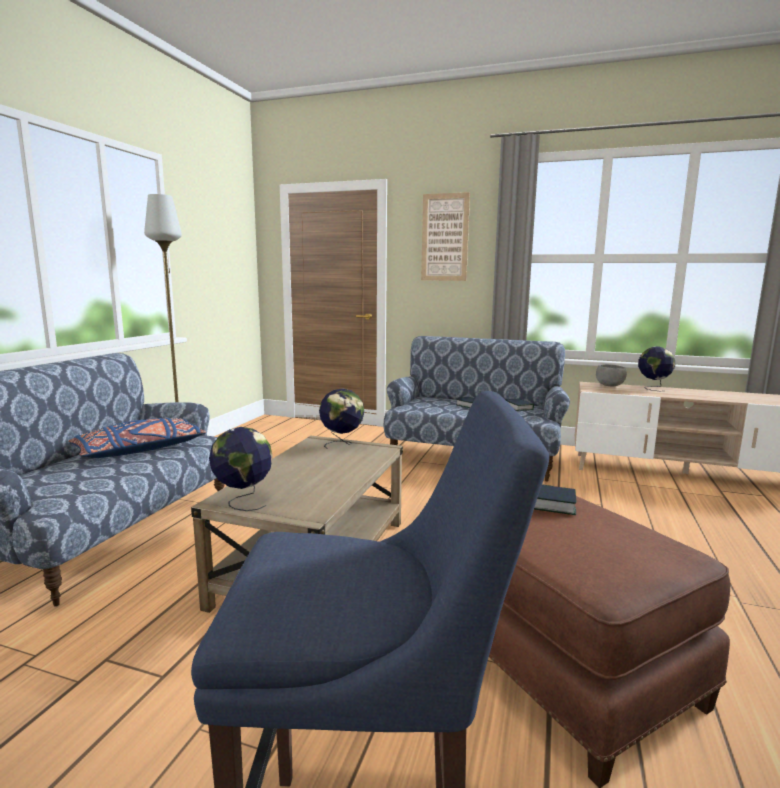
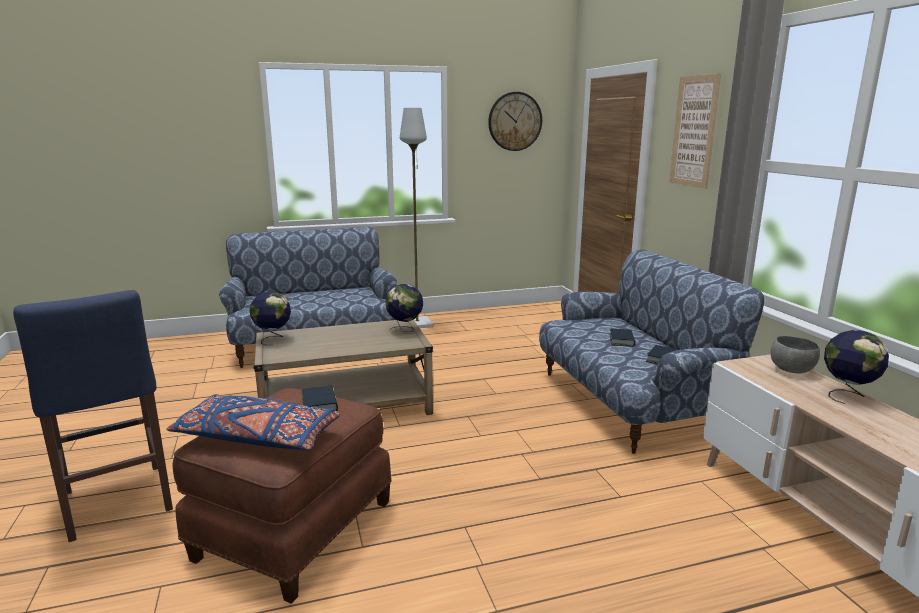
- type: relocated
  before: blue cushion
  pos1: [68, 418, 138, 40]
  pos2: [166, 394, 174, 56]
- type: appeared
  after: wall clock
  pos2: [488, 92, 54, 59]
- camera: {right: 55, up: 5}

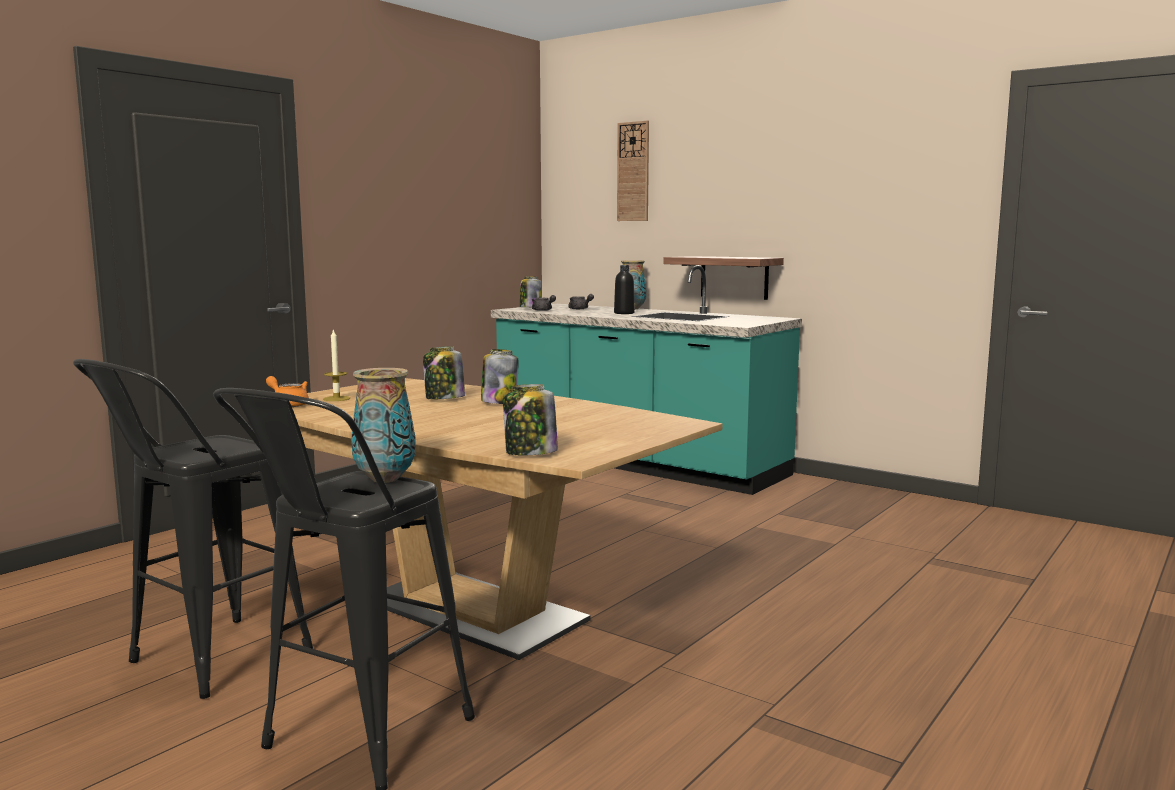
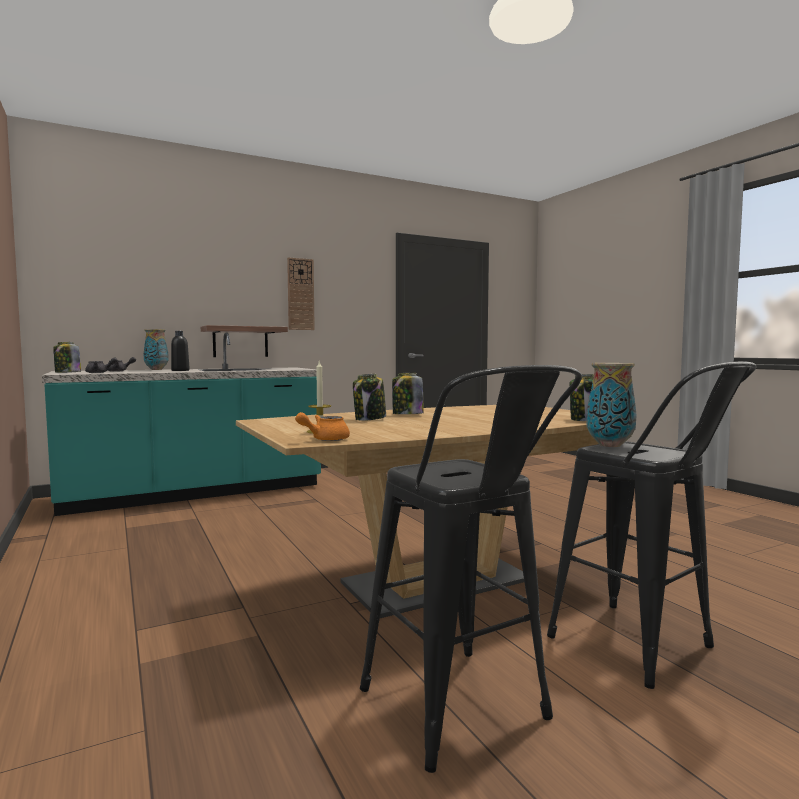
- type: relocated
  before: wall clock
  pos1: [617, 120, 32, 101]
  pos2: [287, 257, 28, 73]
- camera: {right: -65, up: -5}

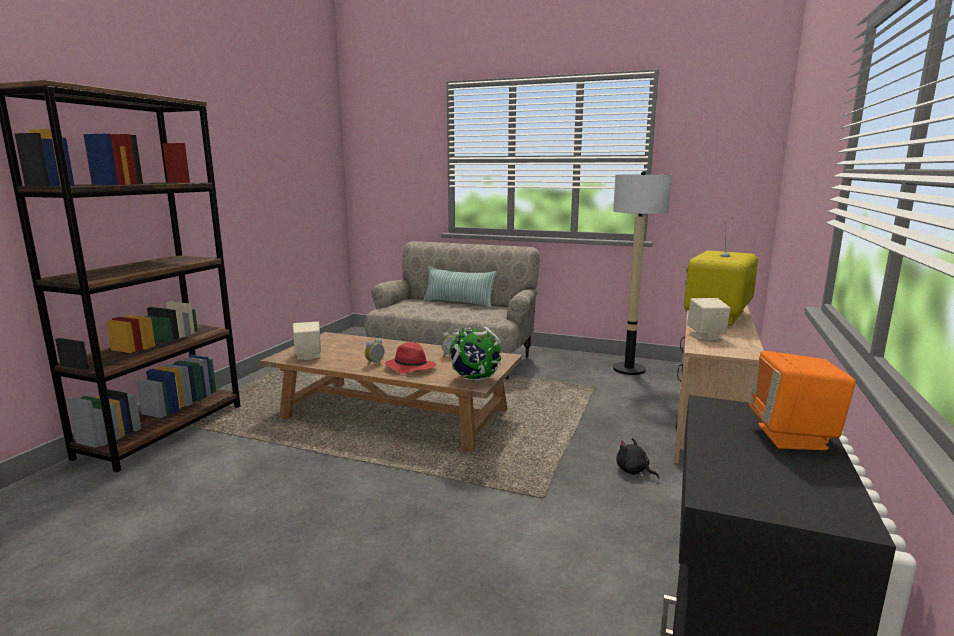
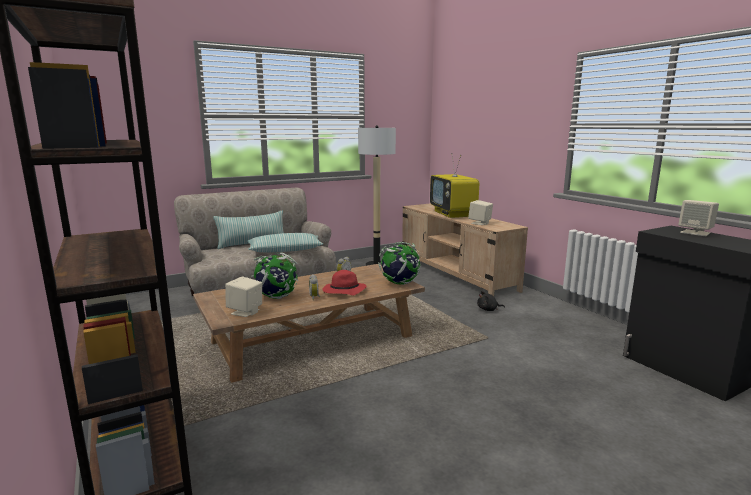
- type: appeared
  after: cushion
  pos2: [247, 233, 76, 20]
- type: appeared
  after: globe
  pos2: [252, 253, 46, 46]
- type: colour
  before: orange-coloured loudspeaker
  after: beige-coloured loudspeaker
  pos1: [749, 351, 107, 99]
  pos2: [678, 200, 41, 36]
- camera: {right: -50, up: 0}

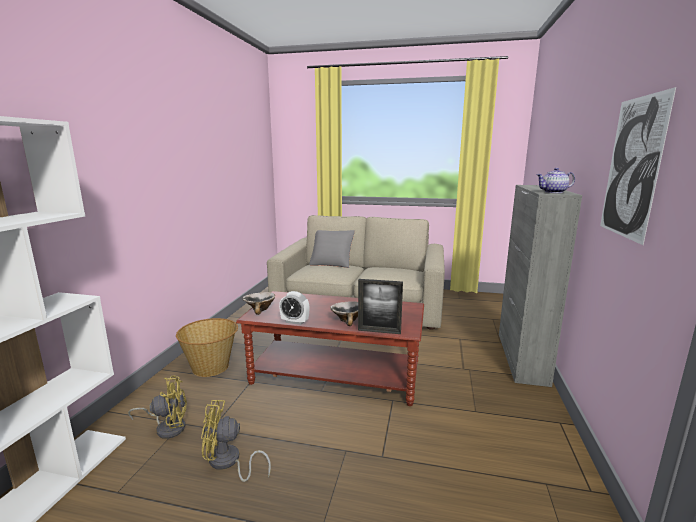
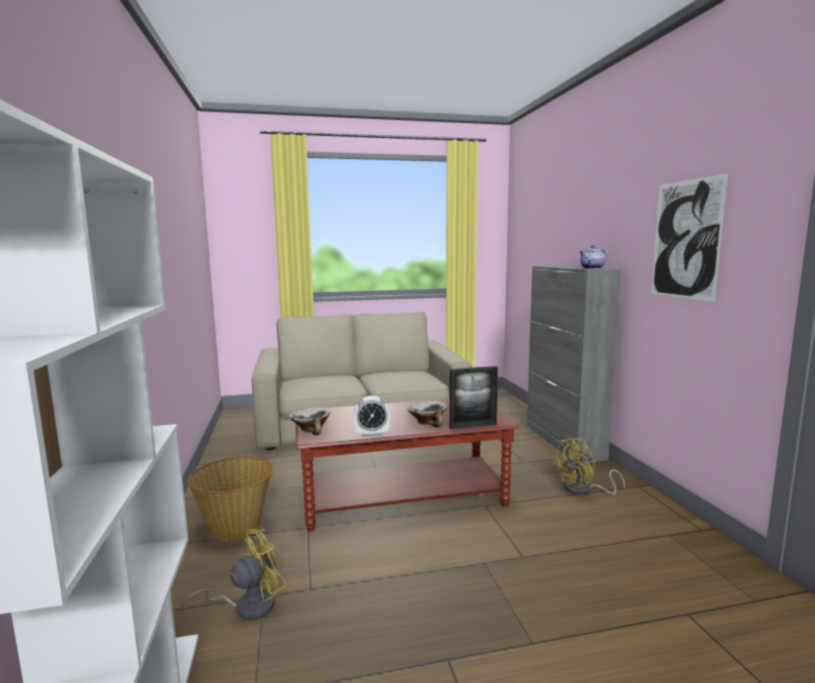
- type: relocated
  before: yellow-coloured cooling fan
  pos1: [201, 400, 70, 82]
  pos2: [553, 438, 72, 57]
- type: missing
  before: grey cushion
  pos1: [309, 230, 46, 38]
- camera: {right: -25, up: -5}

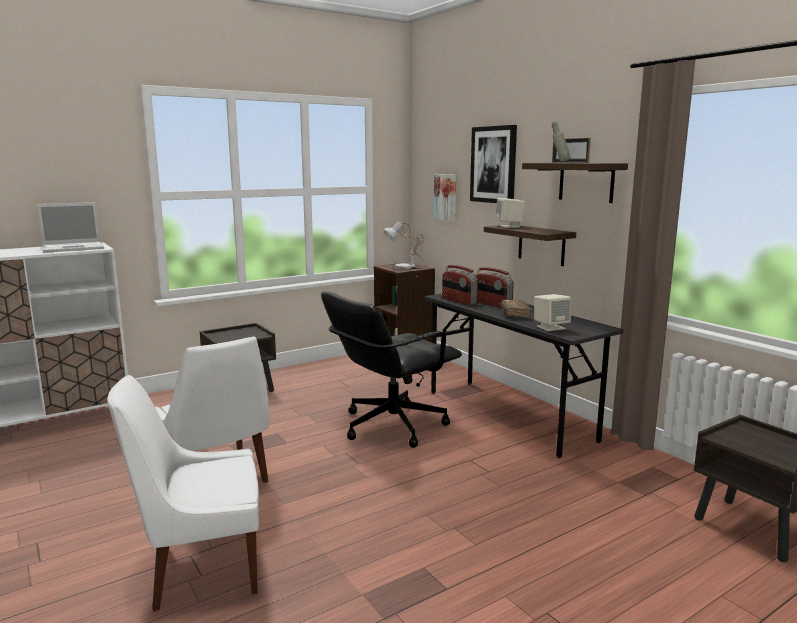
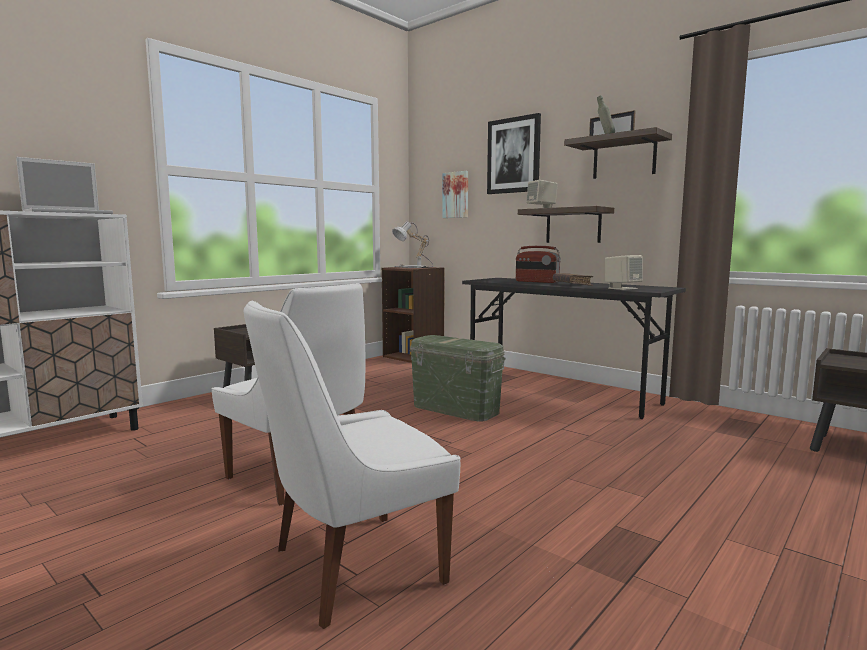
- type: exchanged
  before: black-coloured computer chair
  after: green storage box
  pos1: [321, 291, 141, 157]
  pos2: [410, 335, 96, 87]
- type: missing
  before: radio
  pos1: [442, 265, 36, 40]
- camera: {right: -15, up: -5}

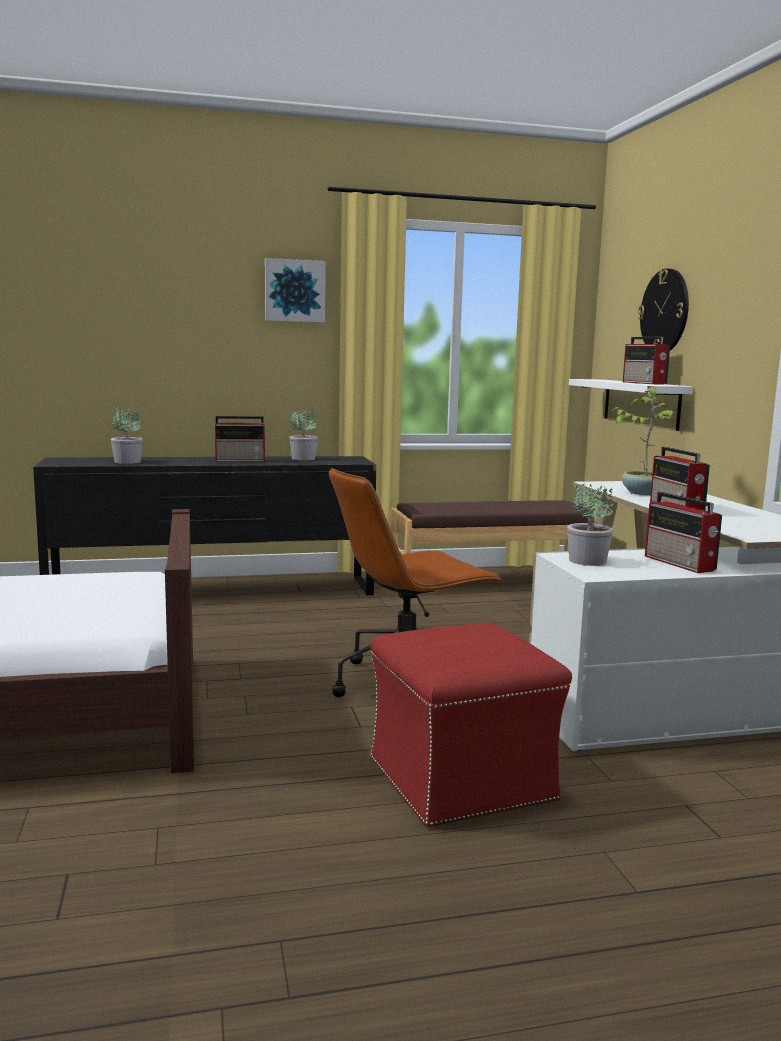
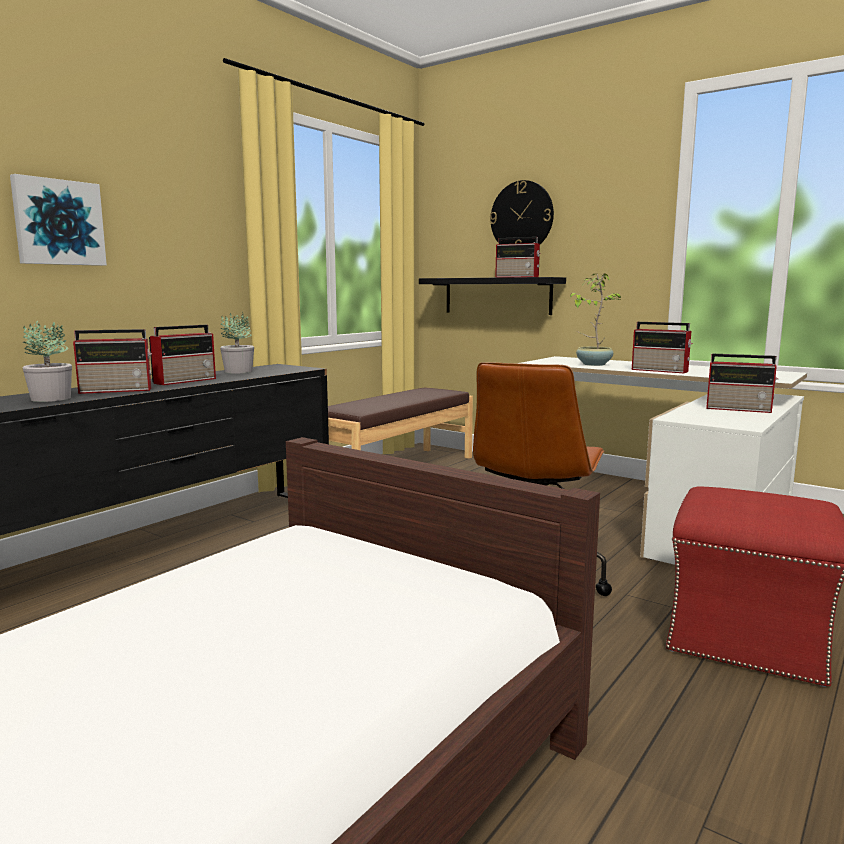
- type: relocated
  before: wall art
  pos1: [265, 258, 61, 65]
  pos2: [10, 174, 97, 92]
- type: appeared
  after: radio
  pos2: [73, 329, 79, 65]
- type: colour
  before: white-coloured wall shelf
  after: black-coloured wall shelf
  pos1: [569, 379, 124, 52]
  pos2: [419, 277, 147, 38]
- type: missing
  before: potted plant
  pos1: [567, 483, 46, 83]
- camera: {right: -40, up: 0}

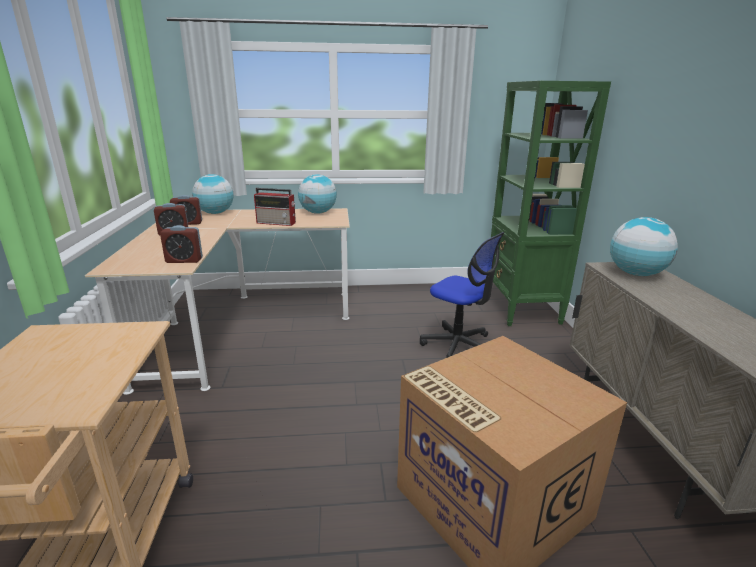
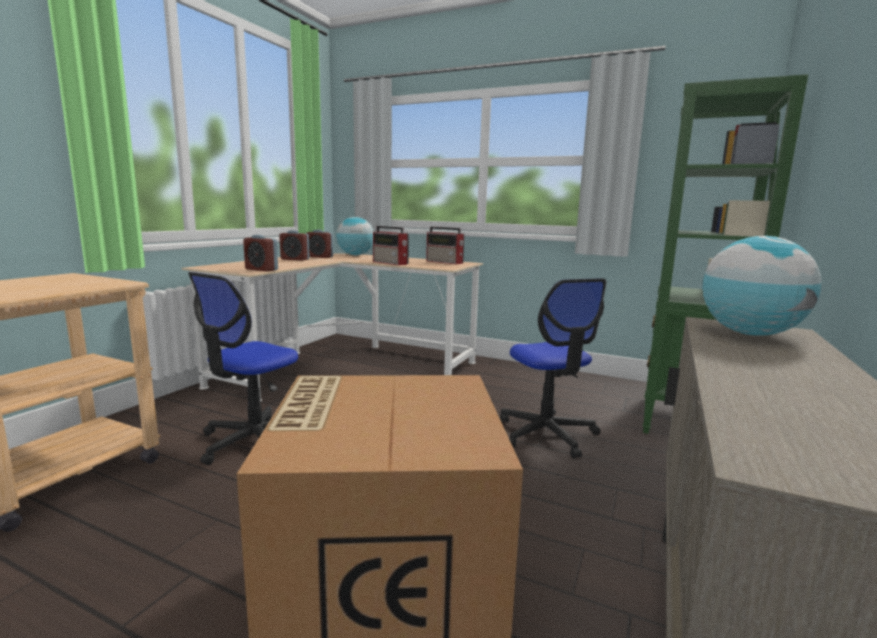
- type: appeared
  after: computer chair
  pos2: [188, 272, 110, 193]
- type: exchanged
  before: globe
  after: radio
  pos1: [298, 174, 39, 40]
  pos2: [426, 227, 38, 37]
- camera: {right: 30, up: -10}

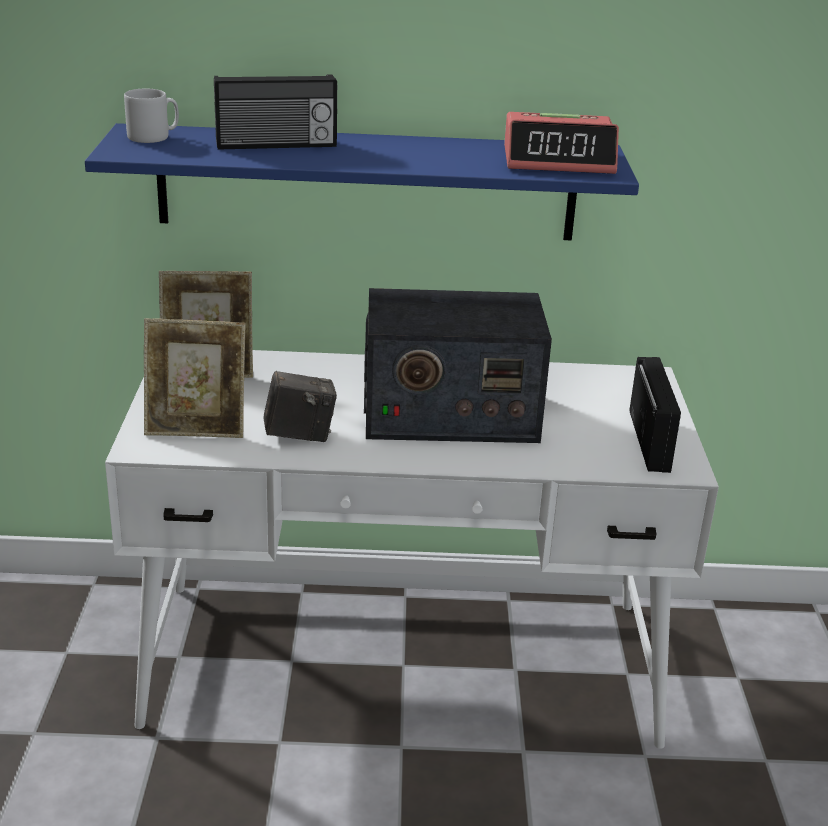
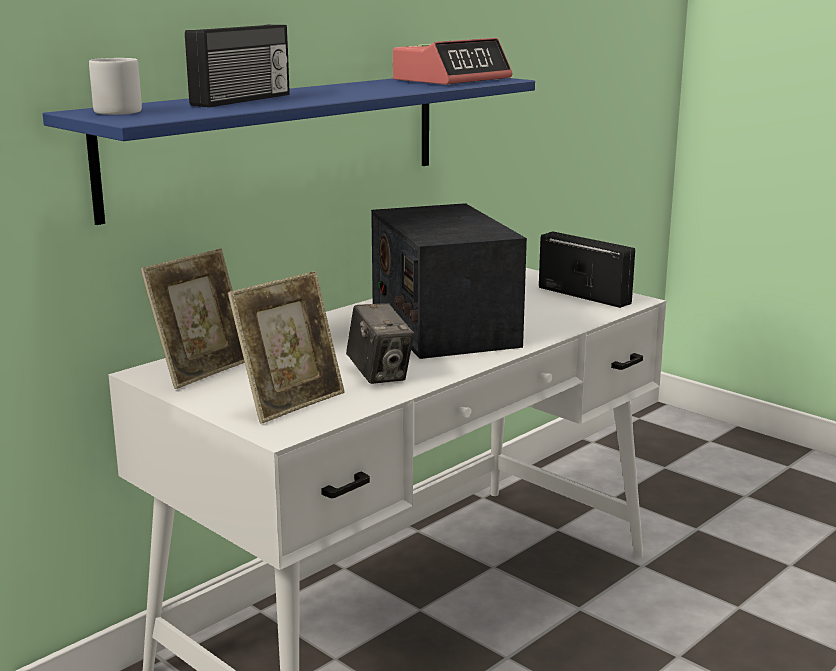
- type: spun
  before: photo camera
  pos1: [263, 371, 74, 71]
  pos2: [346, 303, 68, 81]
  turn: 120
- type: spun
  before: radio
  pos1: [364, 288, 188, 155]
  pos2: [371, 203, 156, 156]
  turn: 120
- camera: {right: -45, up: -10}

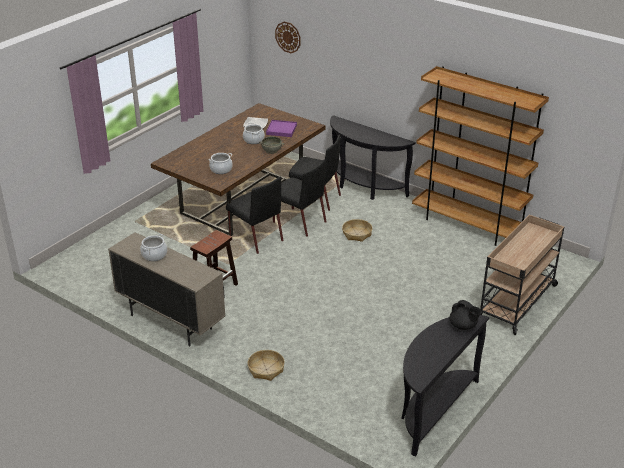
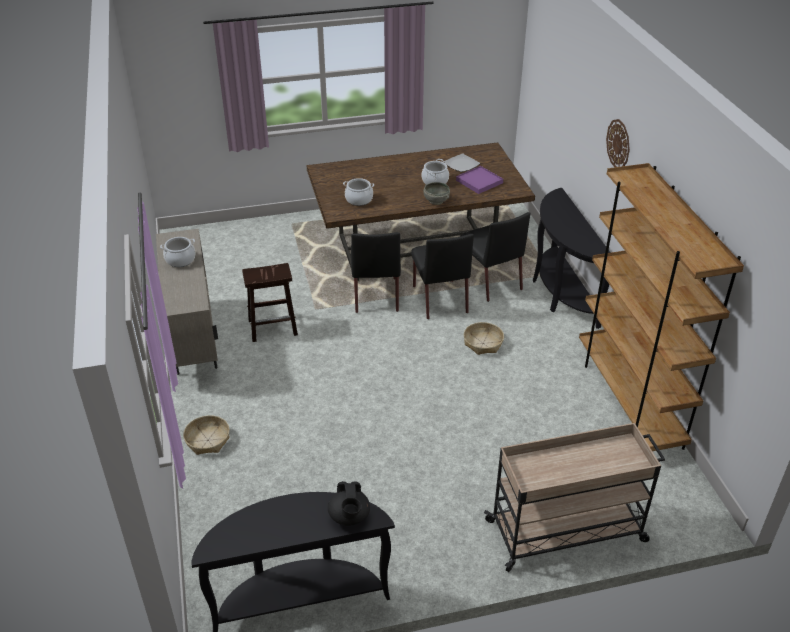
- type: relocated
  before: wall clock
  pos1: [275, 21, 26, 32]
  pos2: [606, 119, 24, 48]
- camera: {right: 40, up: 5}

